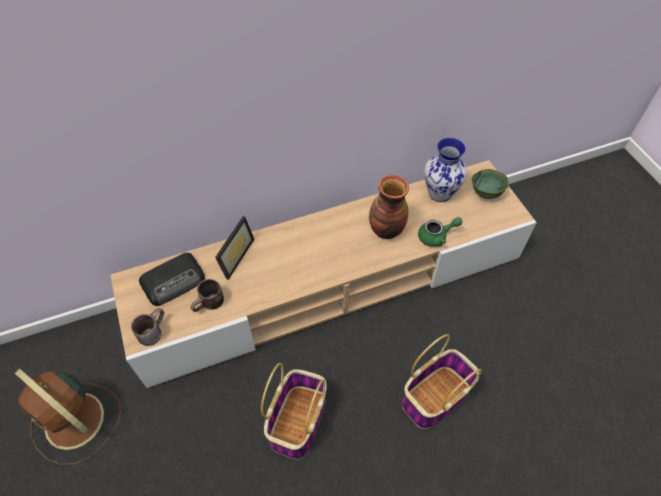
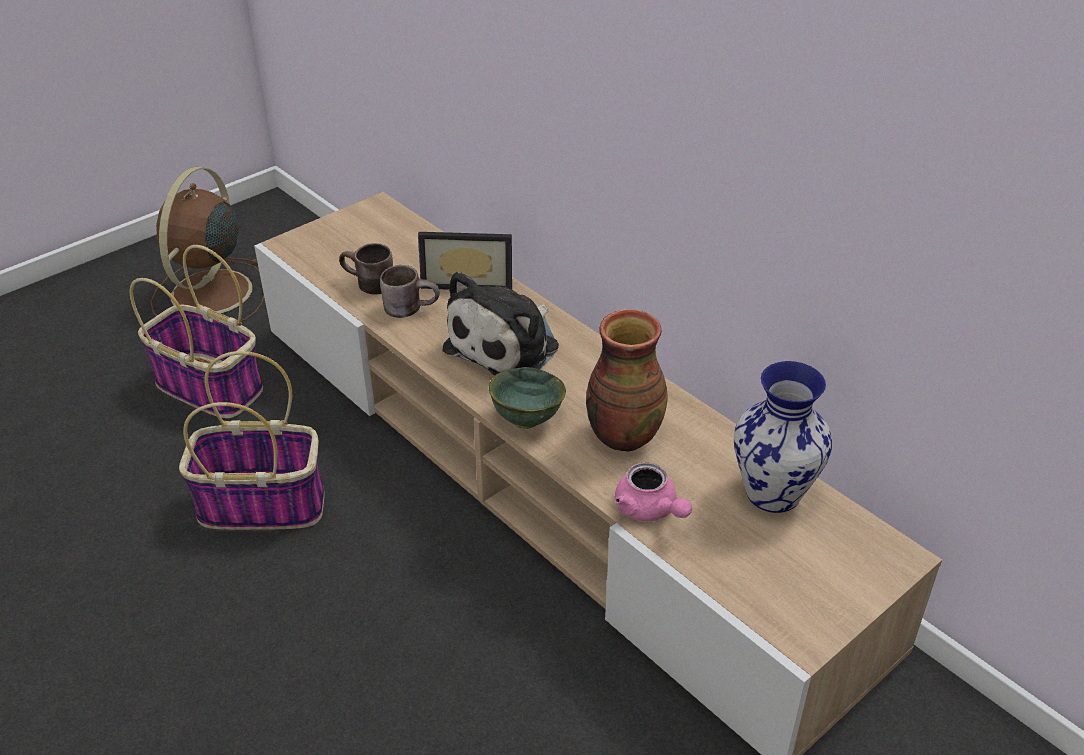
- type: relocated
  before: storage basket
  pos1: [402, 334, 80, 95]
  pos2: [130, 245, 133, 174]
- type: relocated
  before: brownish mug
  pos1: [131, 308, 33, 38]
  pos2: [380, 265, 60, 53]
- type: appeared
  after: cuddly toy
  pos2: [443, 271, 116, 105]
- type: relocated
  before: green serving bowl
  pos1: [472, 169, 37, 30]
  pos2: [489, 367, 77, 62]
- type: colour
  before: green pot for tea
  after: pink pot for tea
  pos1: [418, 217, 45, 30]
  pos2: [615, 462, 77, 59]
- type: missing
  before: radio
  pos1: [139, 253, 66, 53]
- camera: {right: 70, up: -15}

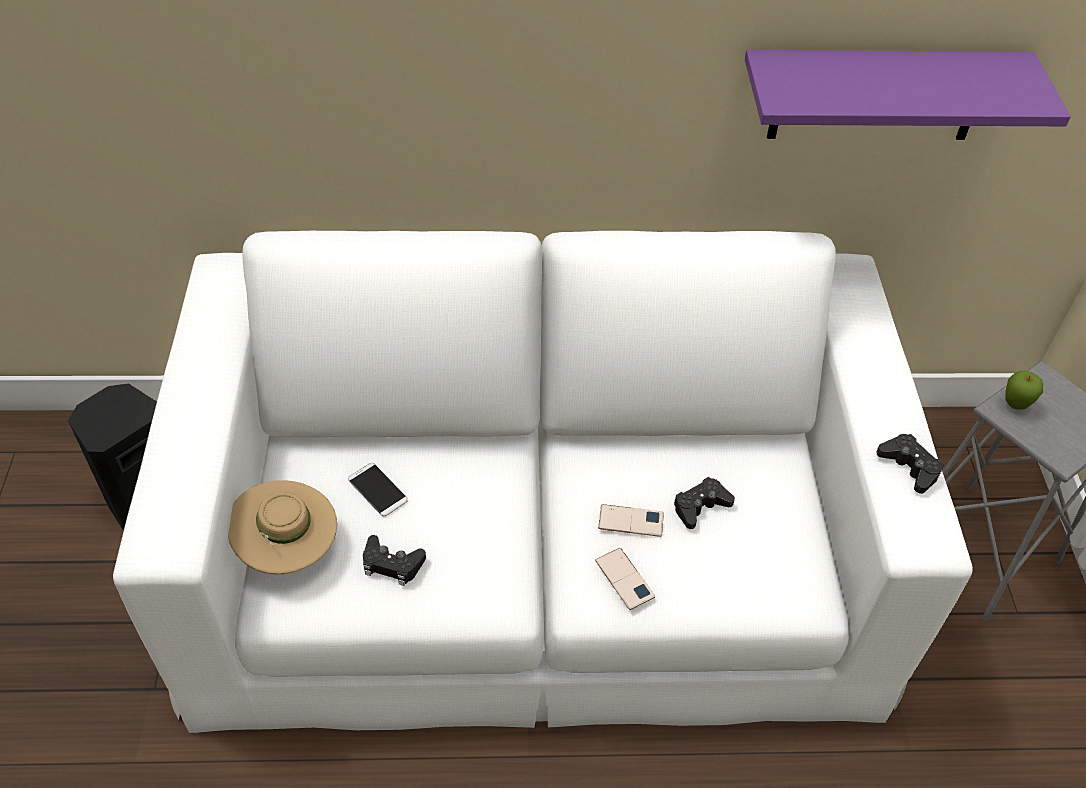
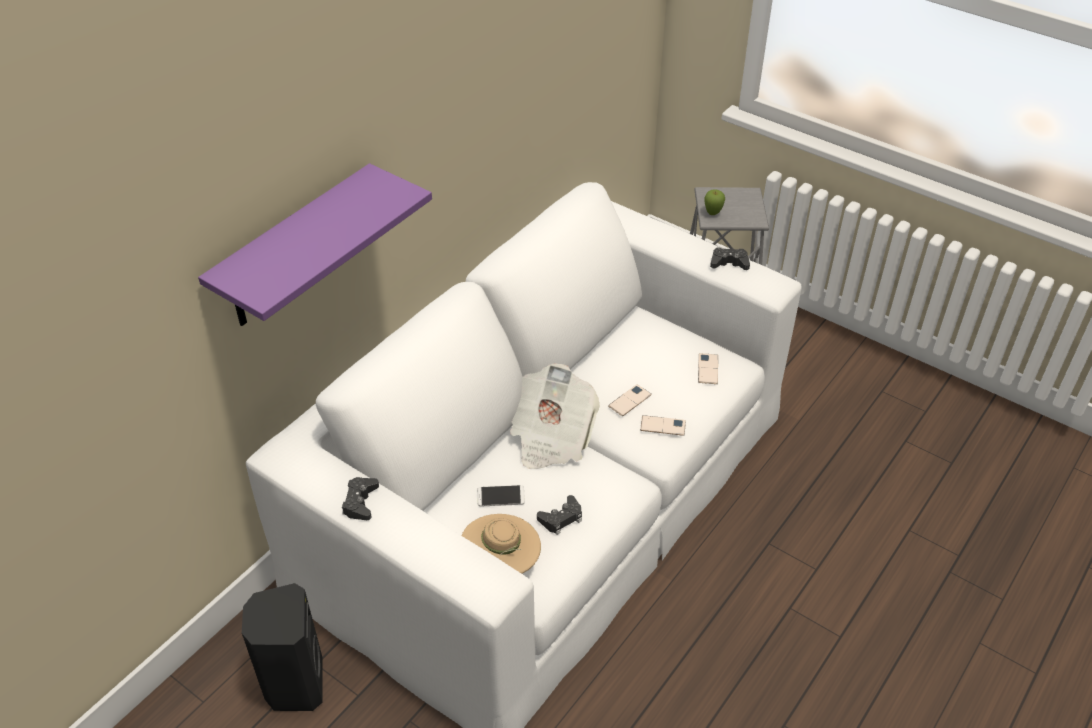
- type: relocated
  before: purplish wall shelf
  pos1: [745, 50, 326, 90]
  pos2: [198, 163, 234, 163]
- type: relocated
  before: black-coloured gamepad
  pos1: [674, 477, 61, 52]
  pos2: [342, 477, 37, 43]
- type: appeared
  after: newspaper
  pos2: [510, 364, 90, 105]
- type: appeared
  after: phone
  pos2: [698, 353, 20, 31]
- camera: {right: -50, up: -5}

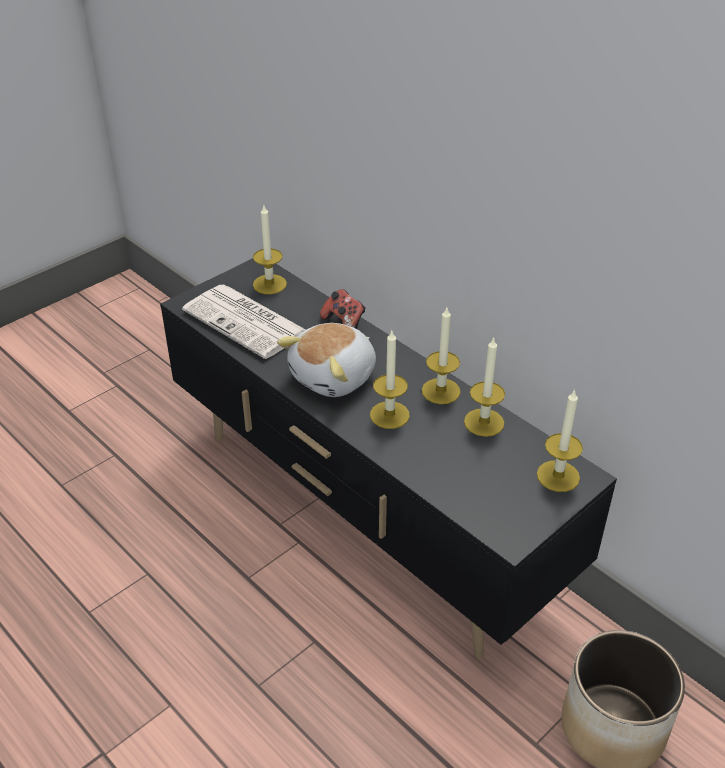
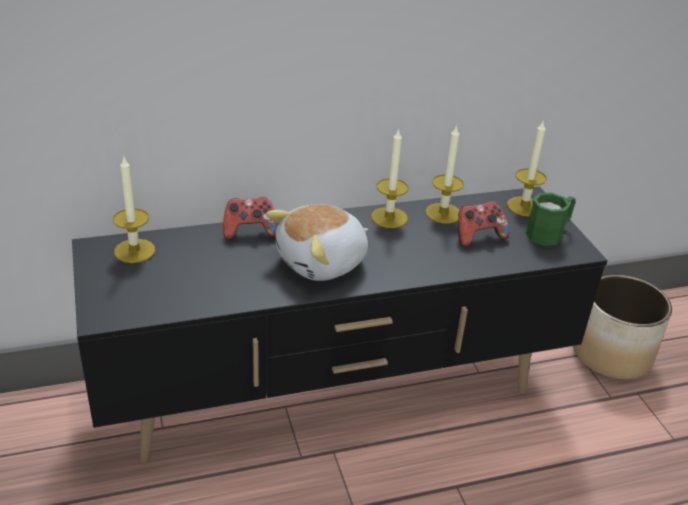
- type: spun
  before: cuddly toy
  pos1: [277, 323, 99, 74]
  pos2: [266, 204, 102, 77]
  turn: 75
- type: appeared
  after: gamepad
  pos2: [458, 201, 52, 46]
- type: appeared
  after: green mug
  pos2: [526, 193, 49, 53]
- type: missing
  before: newspaper
  pos1: [182, 285, 124, 74]
- type: missing
  before: wax candle
  pos1: [370, 331, 40, 98]
- camera: {right: -65, up: -5}

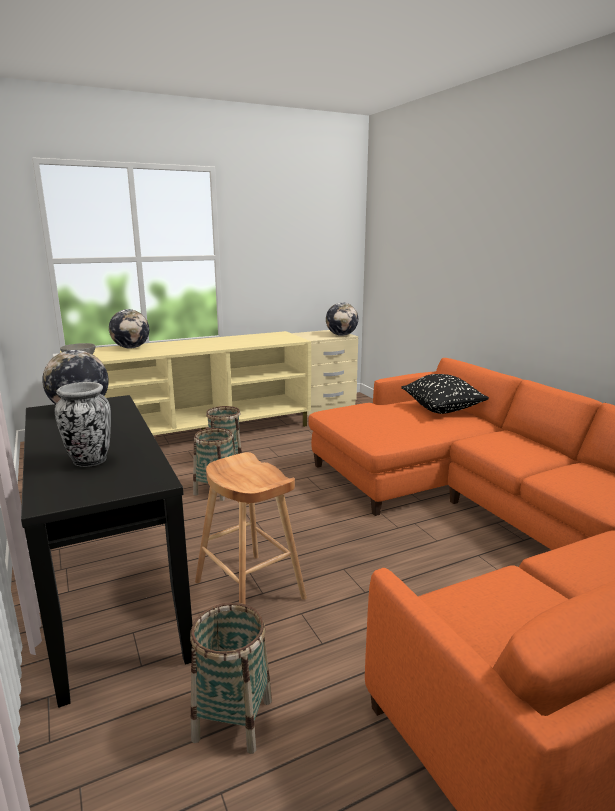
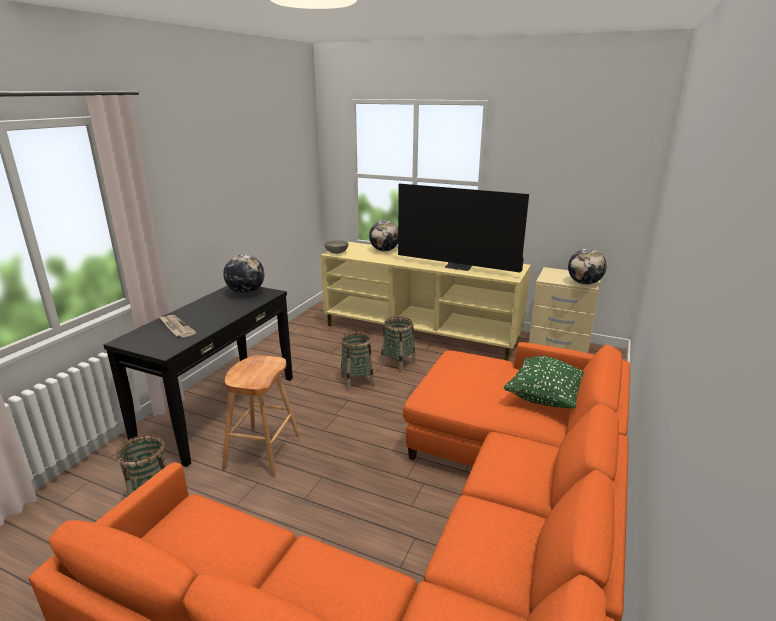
- type: exchanged
  before: decorative vase
  after: newspaper
  pos1: [55, 382, 56, 85]
  pos2: [159, 315, 38, 23]
- type: appeared
  after: television
  pos2: [398, 184, 131, 89]
- type: colour
  before: black-coloured cushion
  after: green cushion
  pos1: [401, 374, 88, 40]
  pos2: [503, 356, 81, 52]
- camera: {right: 50, up: 5}

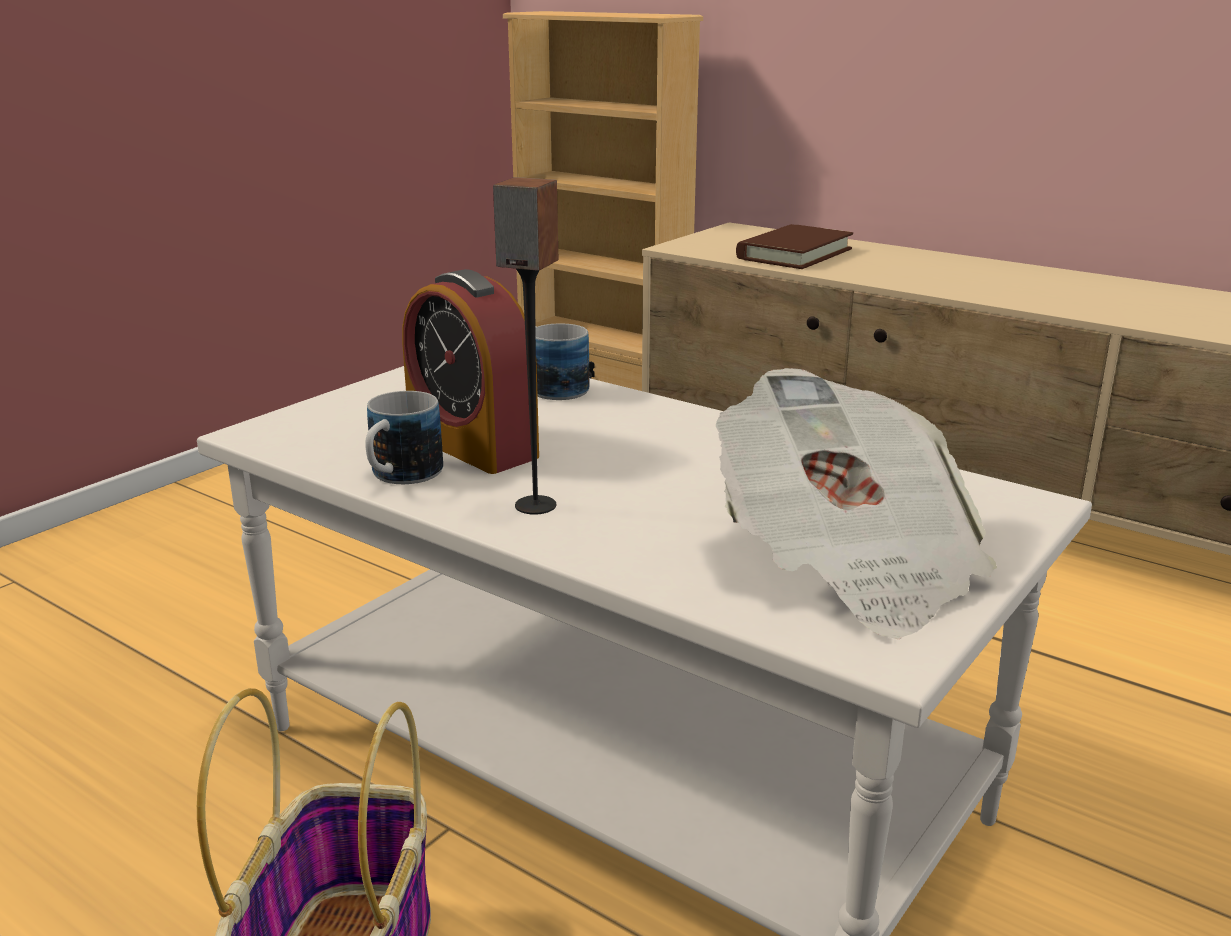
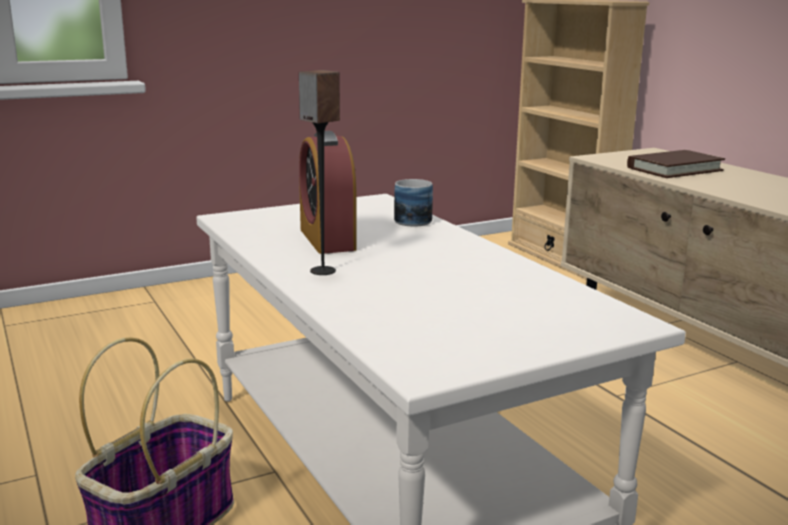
- type: missing
  before: mug
  pos1: [365, 391, 78, 93]
- type: missing
  before: newspaper
  pos1: [716, 368, 281, 271]
- camera: {right: 25, up: -5}

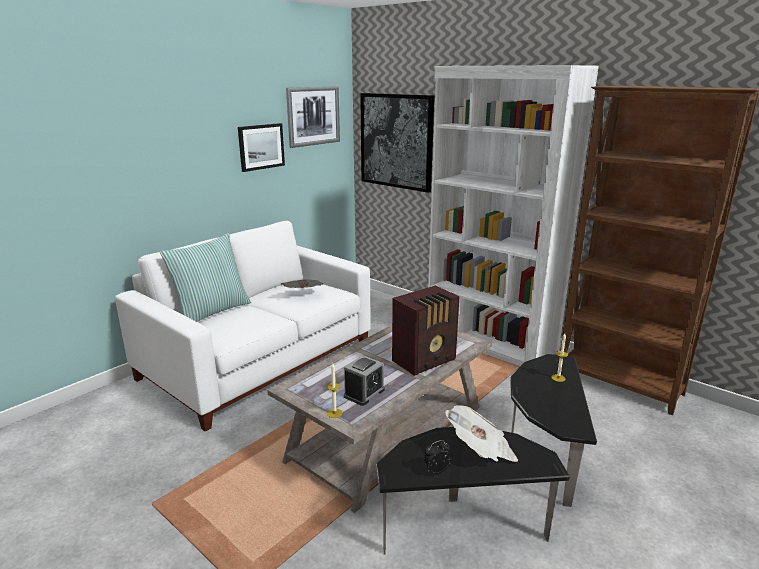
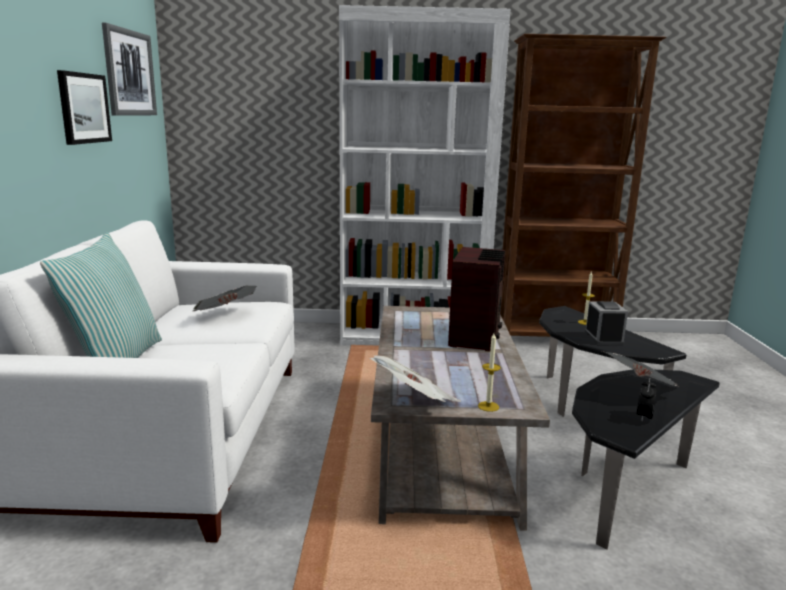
- type: appeared
  after: newspaper
  pos2: [370, 355, 91, 47]
- type: relocated
  before: bedside clock
  pos1: [344, 355, 41, 51]
  pos2: [585, 301, 43, 44]
- type: missing
  before: wall art
  pos1: [360, 93, 74, 100]
- camera: {right: -40, up: -5}

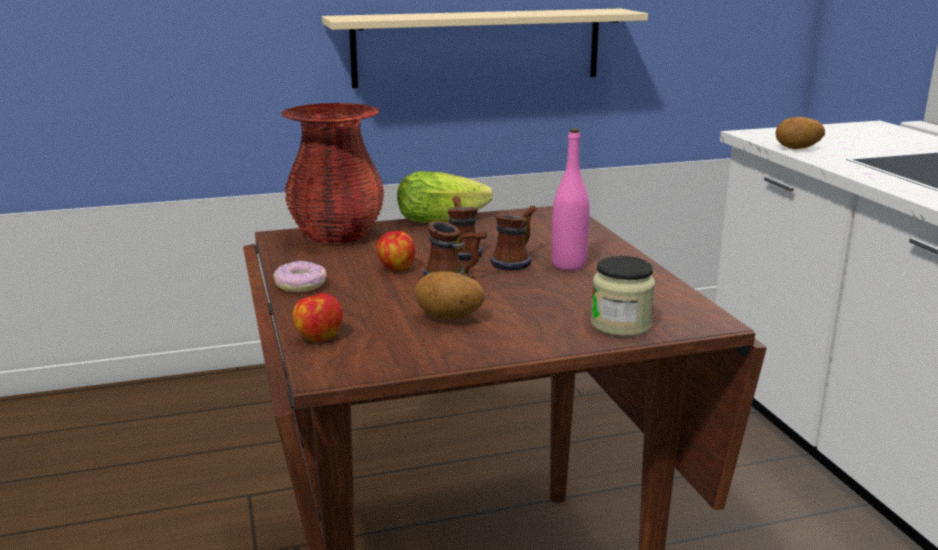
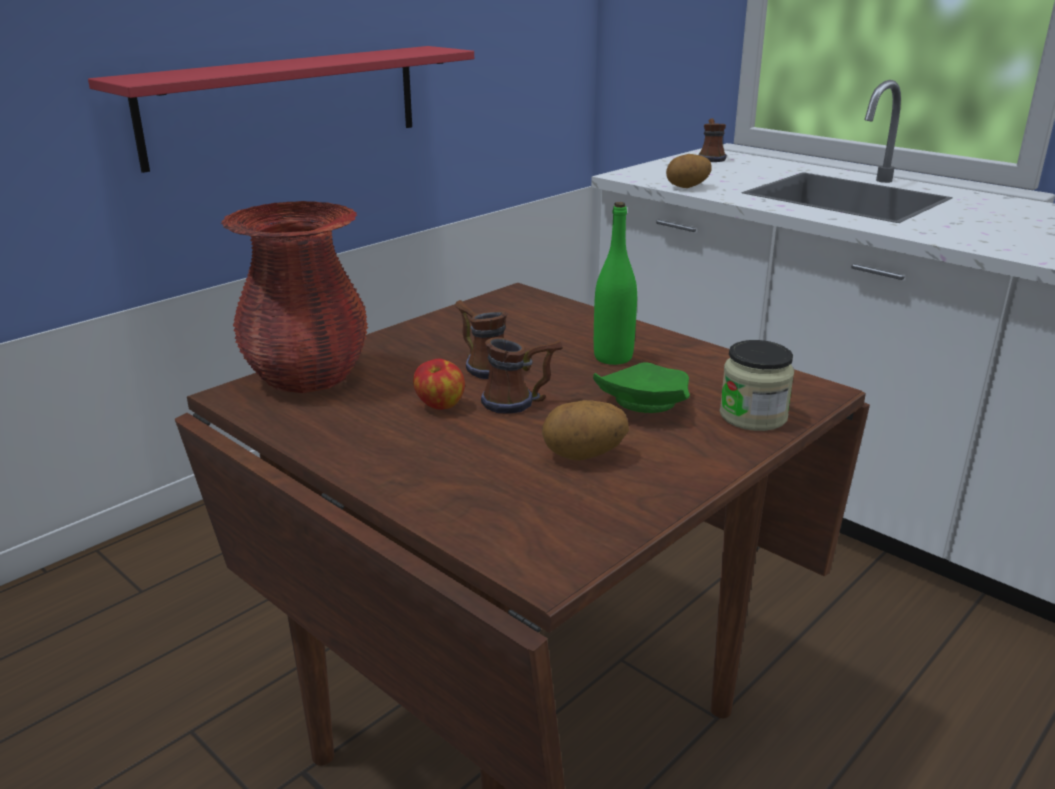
- type: colour
  before: beige-coloured wall shelf
  after: red-coloured wall shelf
  pos1: [322, 9, 326, 79]
  pos2: [88, 46, 386, 127]
- type: appeared
  after: green flat dish
  pos2: [593, 362, 97, 51]
- type: colour
  before: pink bottle
  after: green bottle
  pos1: [551, 128, 39, 142]
  pos2: [594, 202, 43, 163]
- type: relocated
  before: mug
  pos1: [490, 206, 47, 65]
  pos2: [698, 118, 29, 44]
- type: missing
  before: ring doughnut
  pos1: [273, 261, 54, 31]
- type: missing
  before: whole apple
  pos1: [293, 293, 50, 49]
- type: missing
  before: head of lettuce
  pos1: [397, 171, 96, 52]
- camera: {right: -30, up: 5}

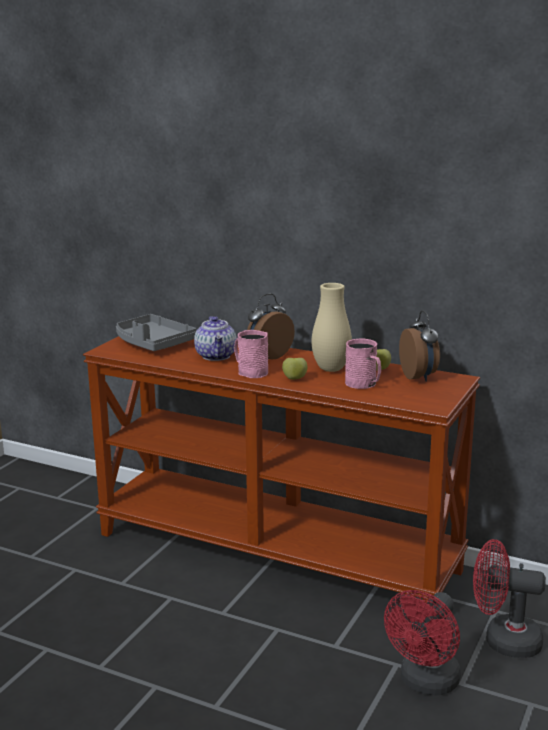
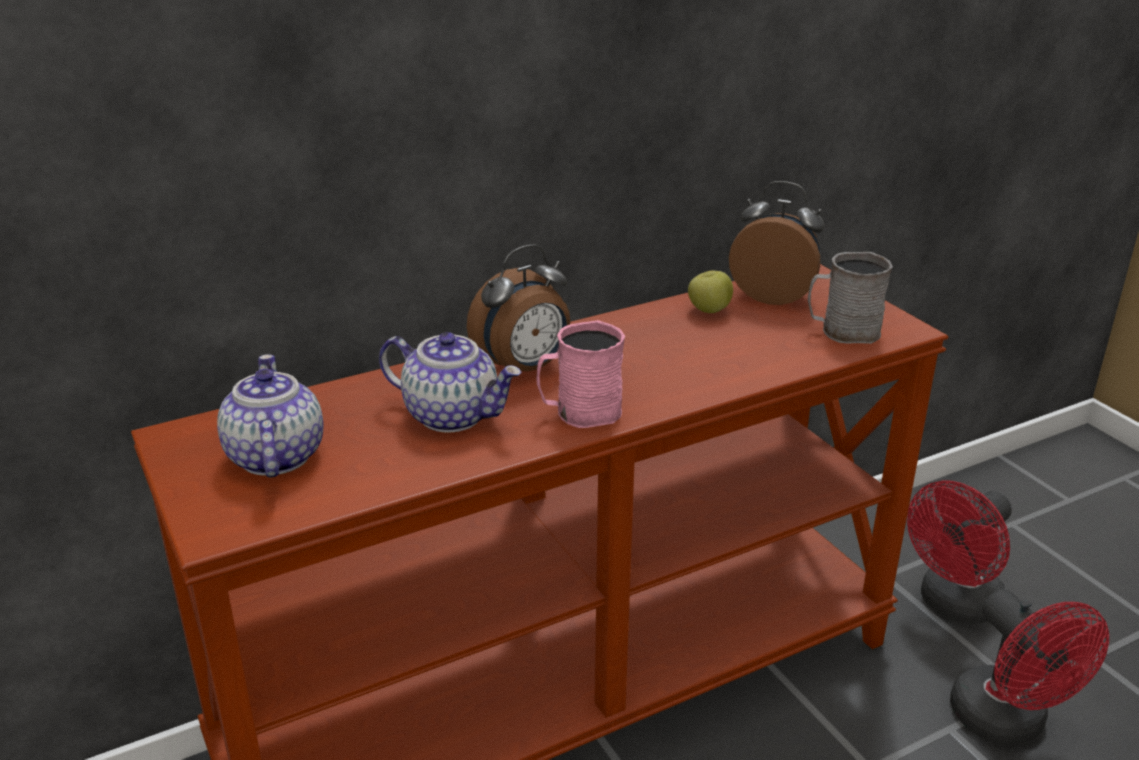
- type: exchanged
  before: grey serving tray
  after: pot for tea
  pos1: [116, 314, 81, 37]
  pos2: [217, 354, 107, 124]
- type: spun
  before: bedside clock
  pos1: [247, 294, 48, 66]
  pos2: [467, 244, 103, 127]
  turn: -120
- type: appeared
  after: grey mug
  pos2: [808, 252, 85, 92]
- type: missing
  before: whole apple
  pos1: [282, 358, 25, 22]
- type: missing
  before: beige-coloured decorative vase
  pos1: [312, 283, 40, 89]
- type: missing
  before: pink mug
  pos1: [345, 339, 36, 50]
- camera: {right: -55, up: 10}

